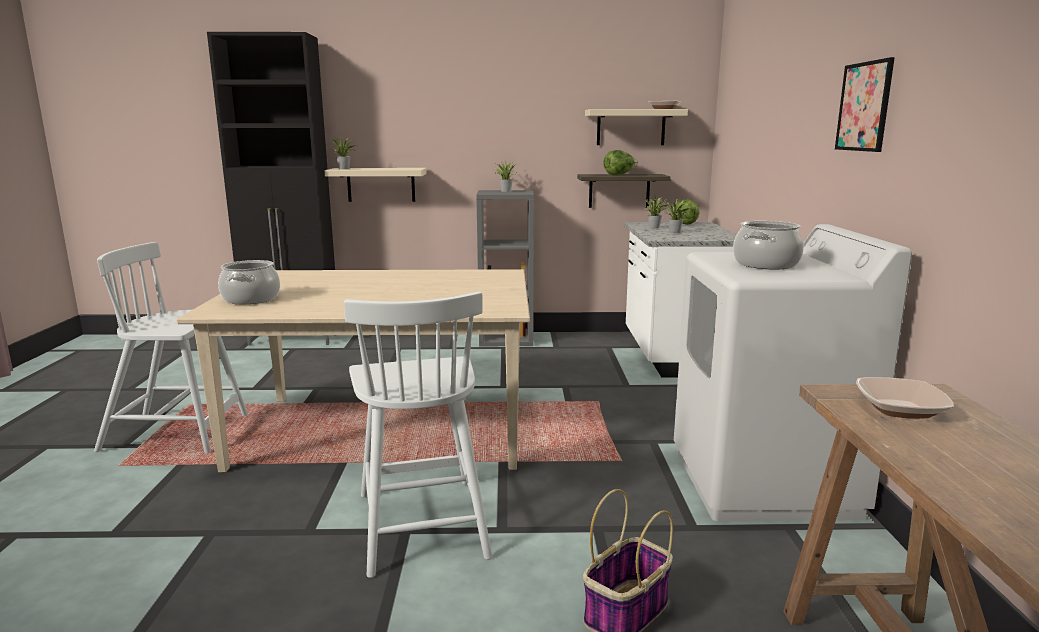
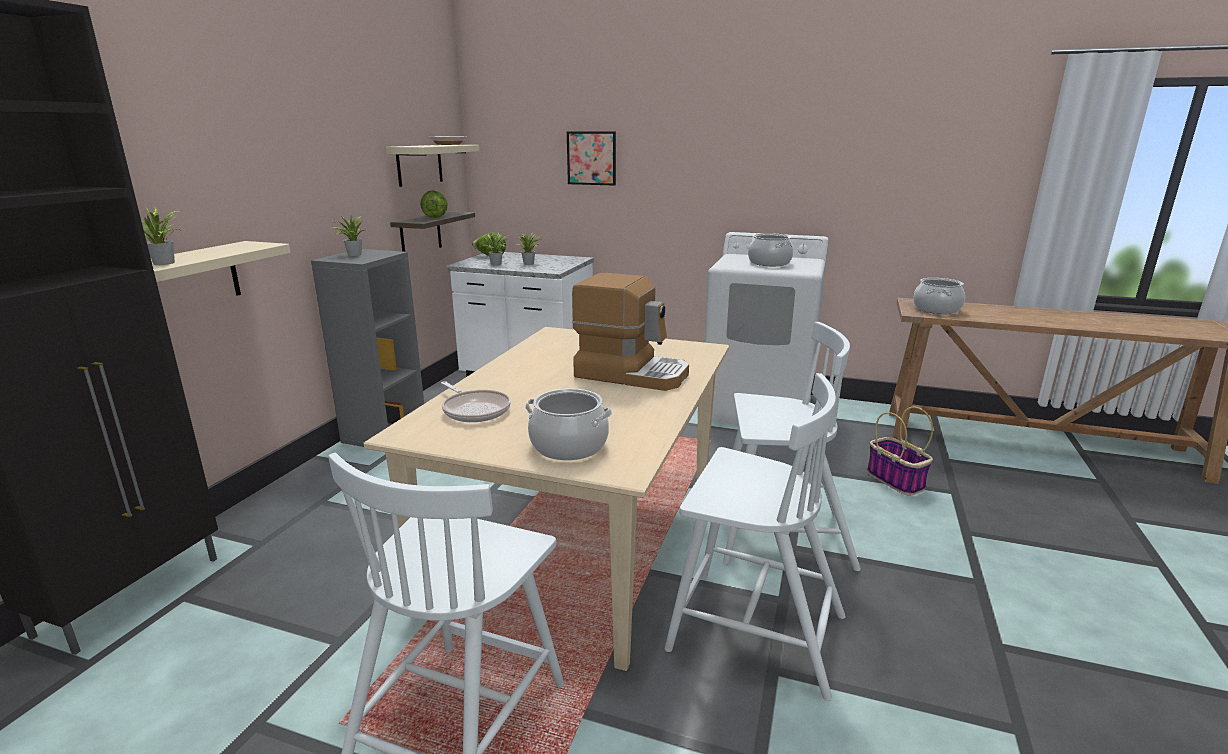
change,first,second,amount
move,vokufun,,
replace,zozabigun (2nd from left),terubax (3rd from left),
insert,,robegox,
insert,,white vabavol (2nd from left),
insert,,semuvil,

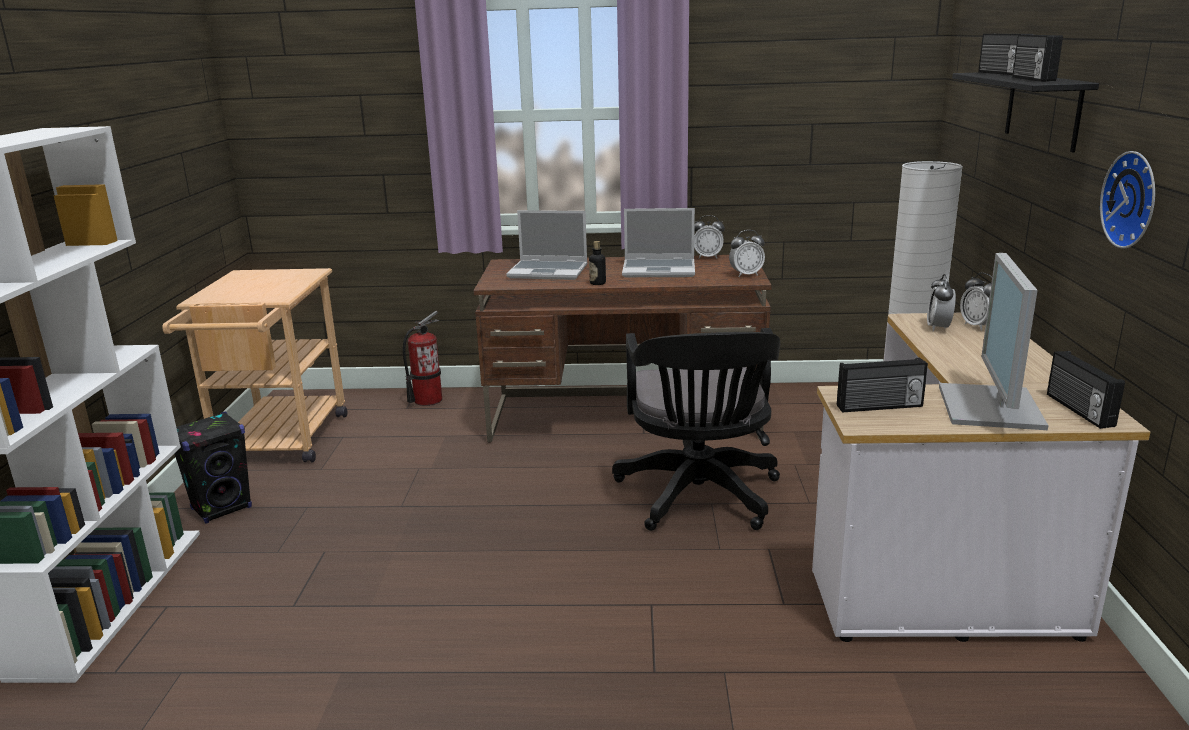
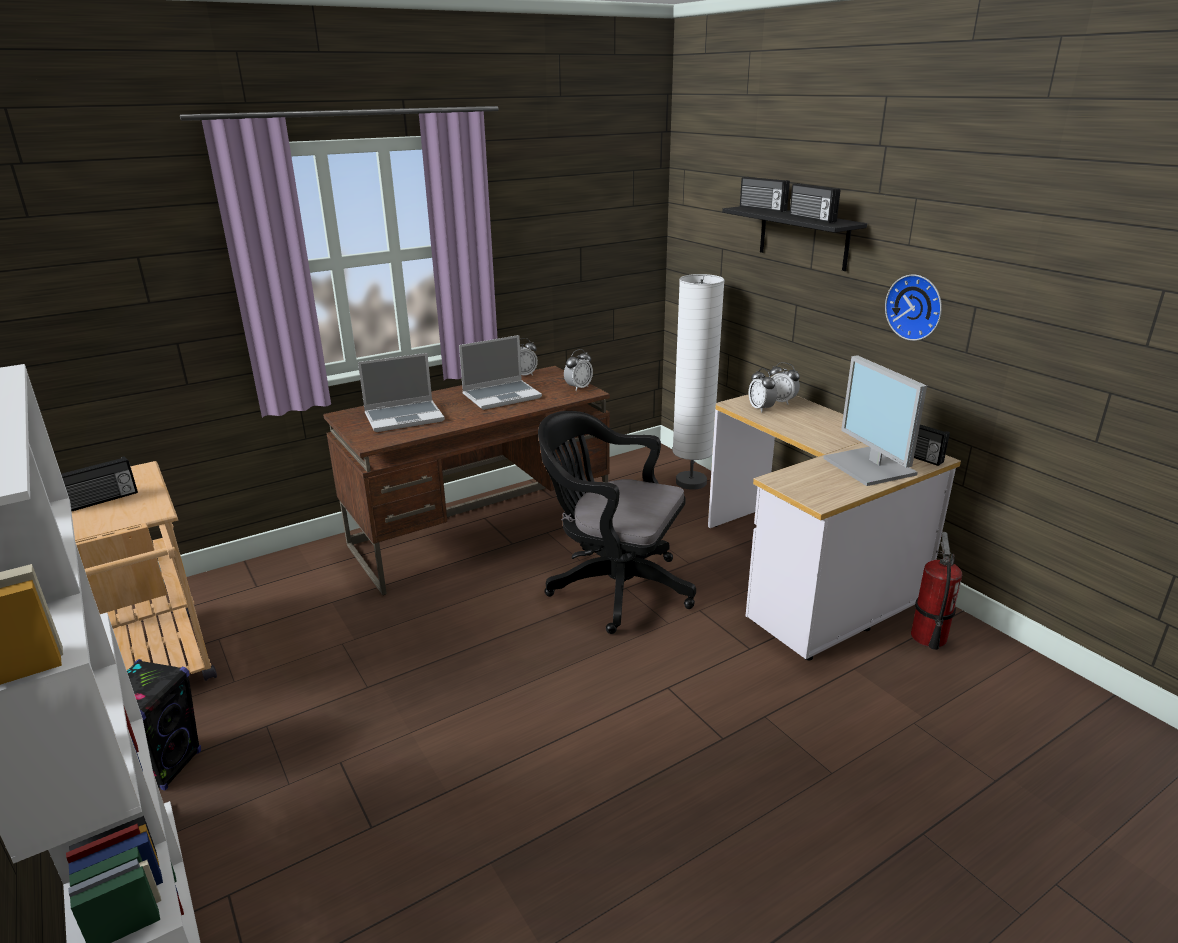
change,first,second,amount
delete,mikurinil,,
move,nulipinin,,
rotate,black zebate,,150 degrees clockwise
move,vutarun (1st from left),,

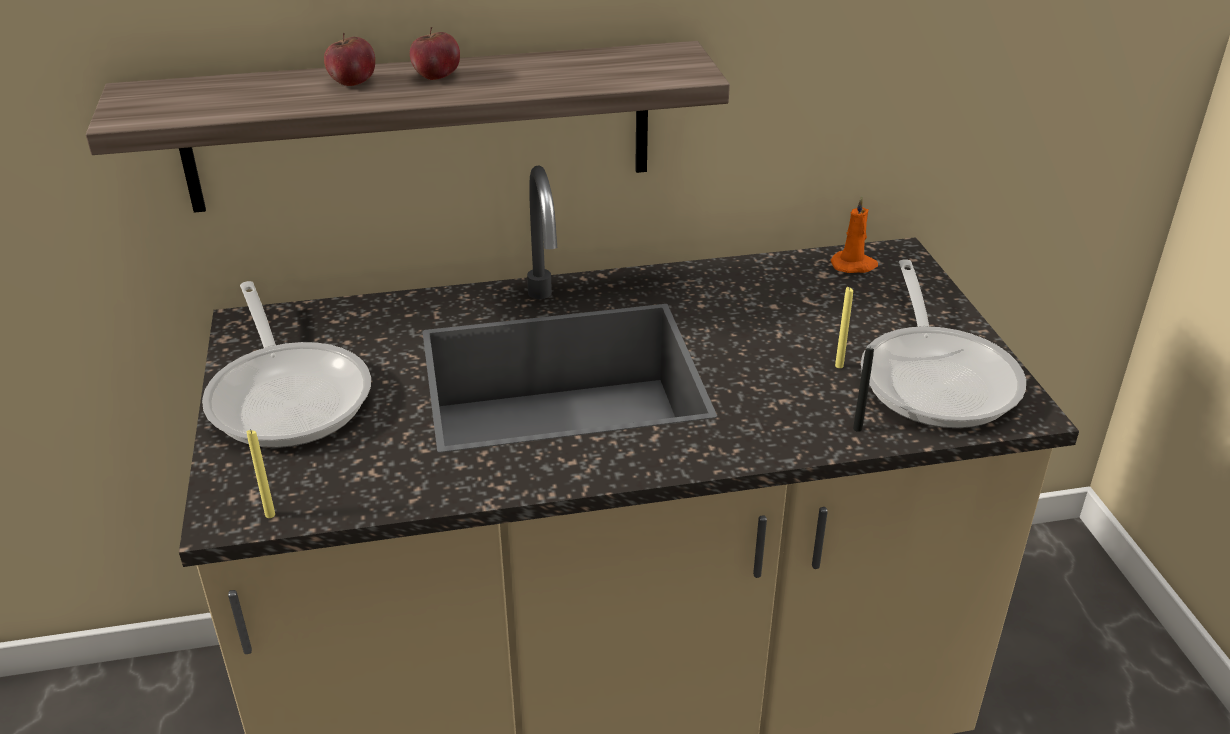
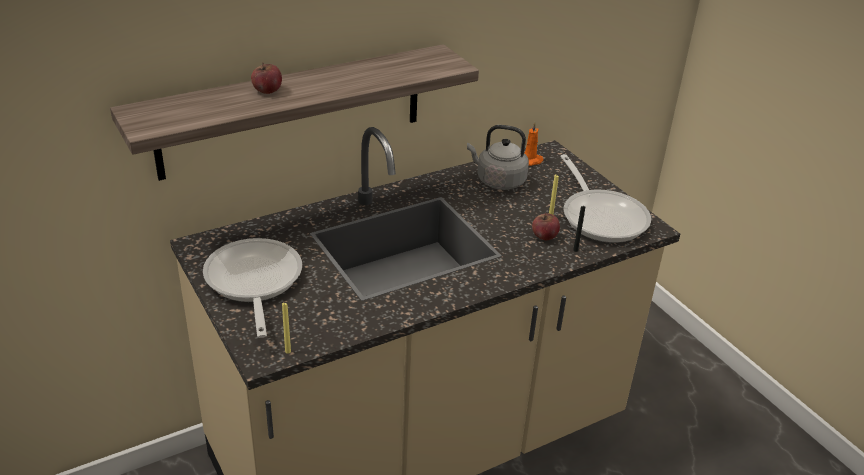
change,first,second,amount
move,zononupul (2nd from left),,
rotate,semuvil (1st from left),,150 degrees counterclockwise
insert,,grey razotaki,

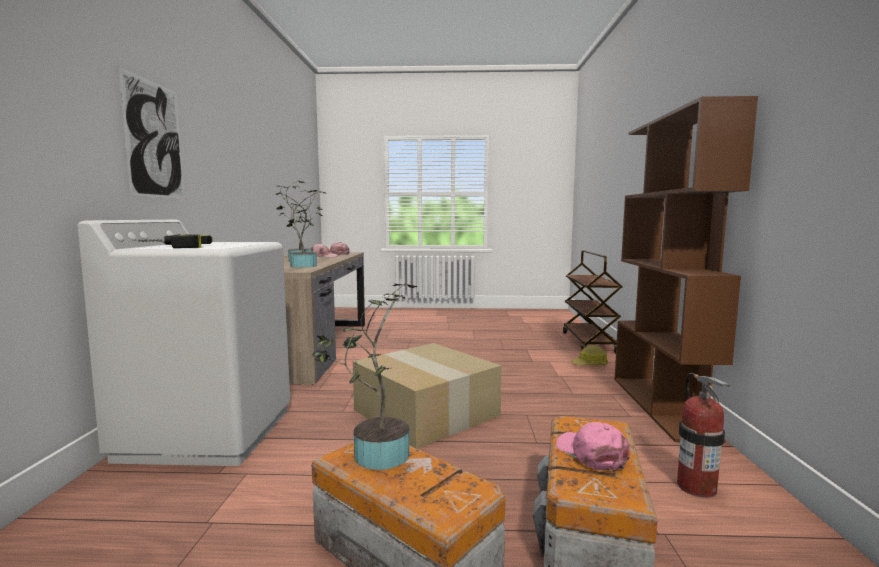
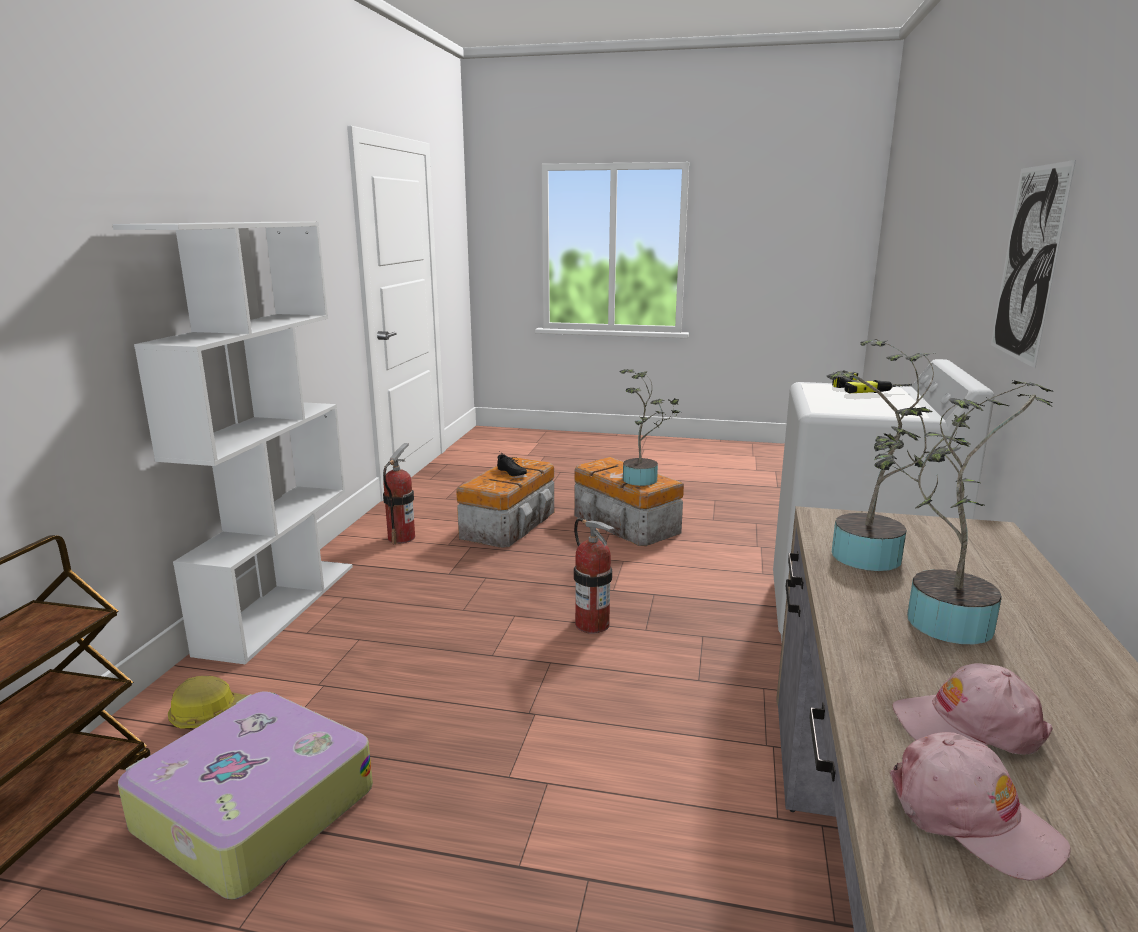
change,first,second,amount
recolor,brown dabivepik,white dabivepik,
replace,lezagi,nulipinin (2nd from left),
replace,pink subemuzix (3rd from left),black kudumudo,
insert,,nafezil,

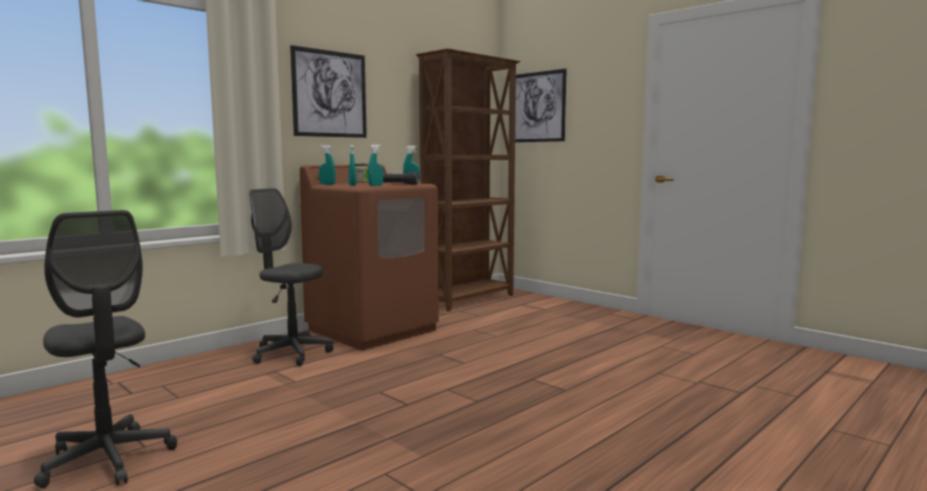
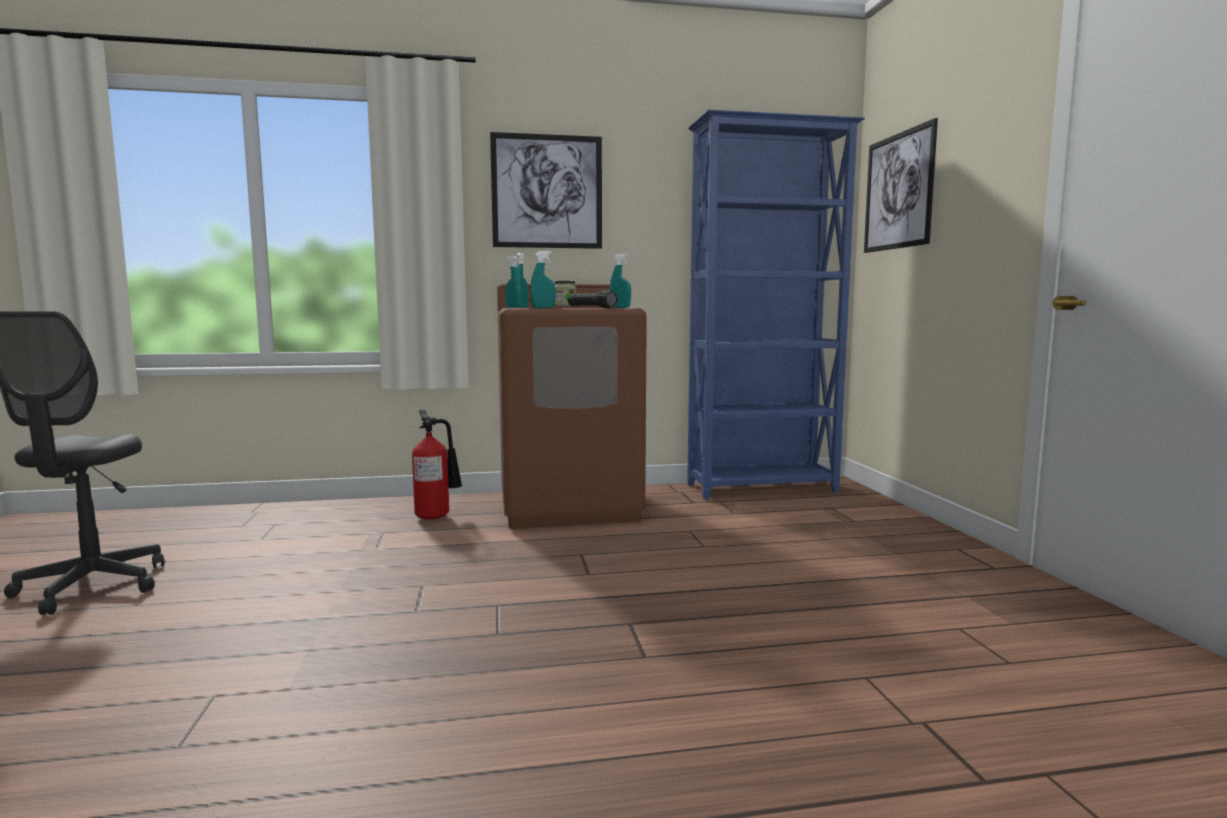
change,first,second,amount
recolor,brown dabivepik,blue dabivepik,
replace,grey zebate (2nd from left),nulipinin,

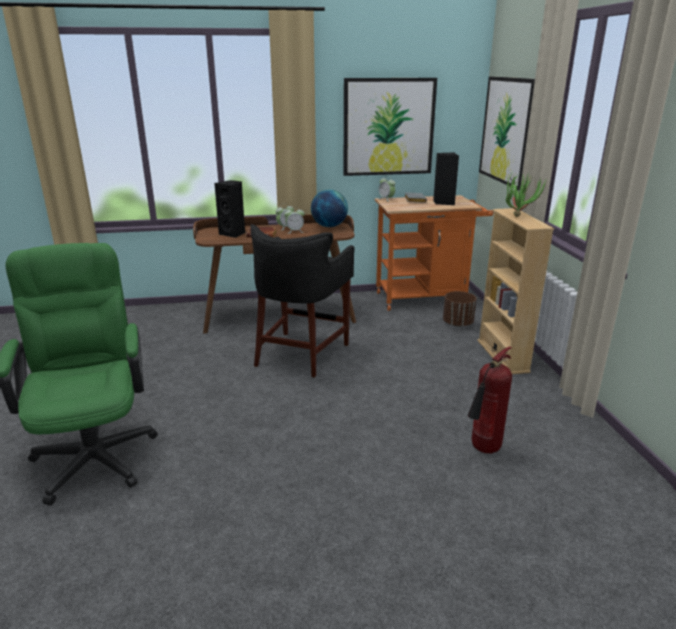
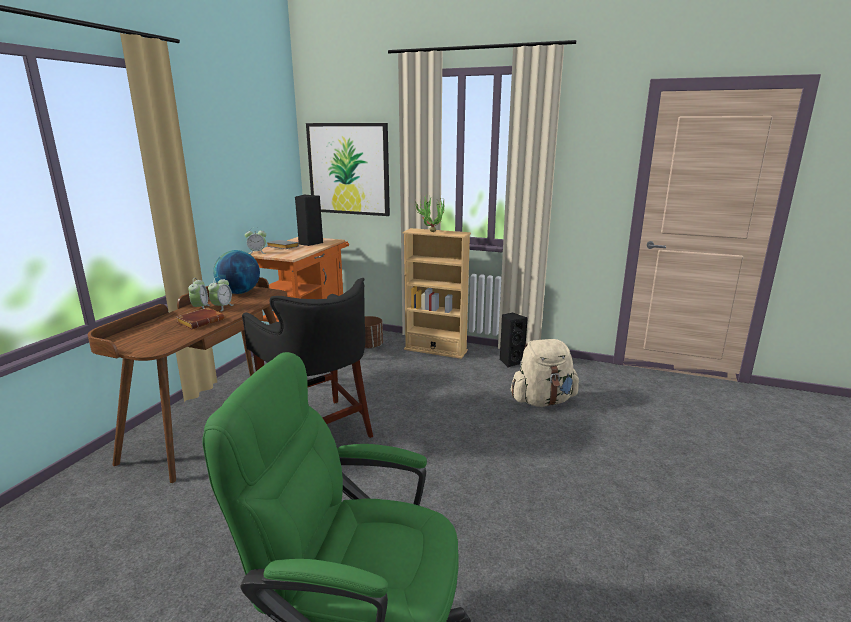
change,first,second,amount
delete,vokufun (1st from left),,
move,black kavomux (1st from left in the first image),black kavomux (2nd from left),
replace,nulipinin,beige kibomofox,

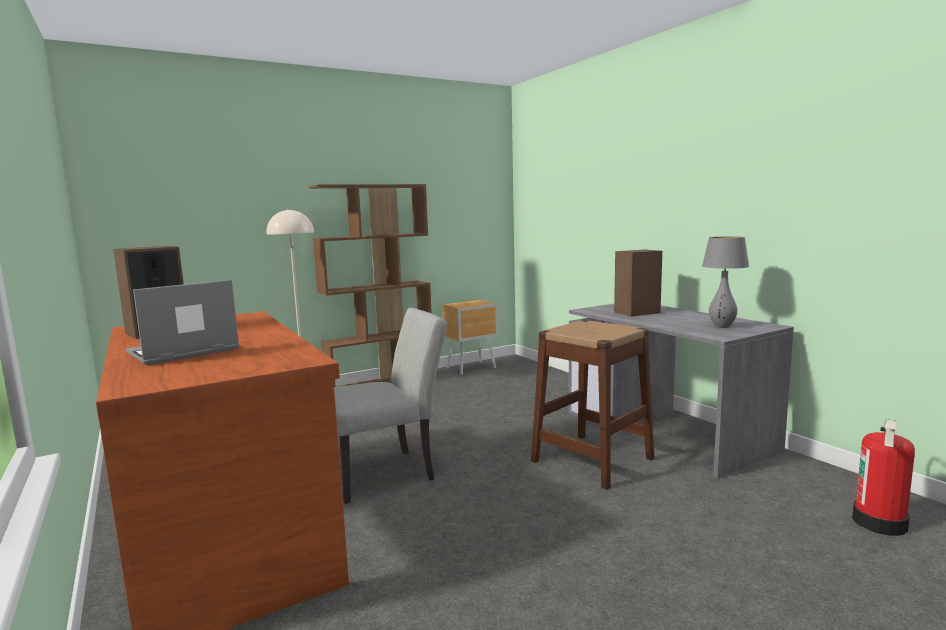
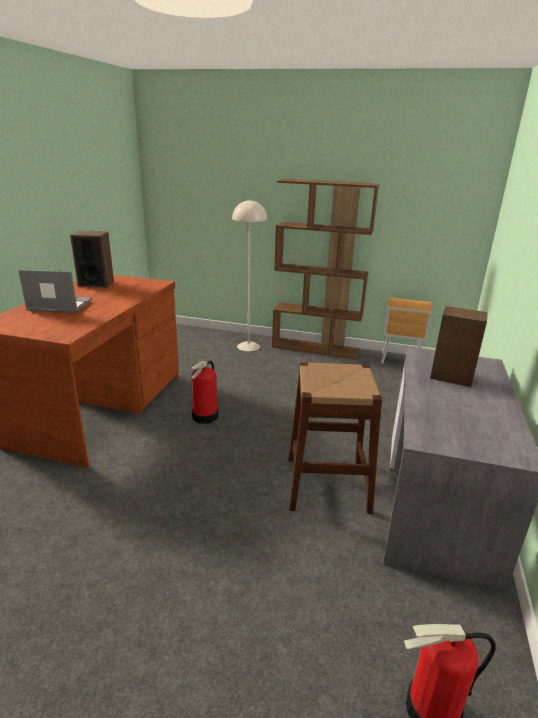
change,first,second,amount
delete,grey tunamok,,
replace,grey vabavol,nulipinin (1st from left),

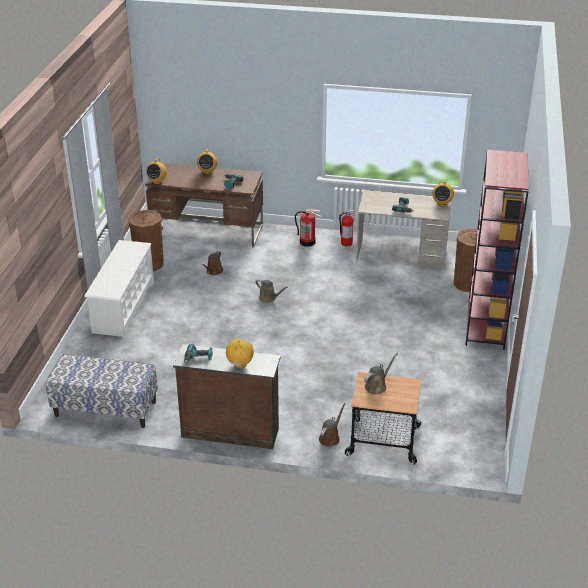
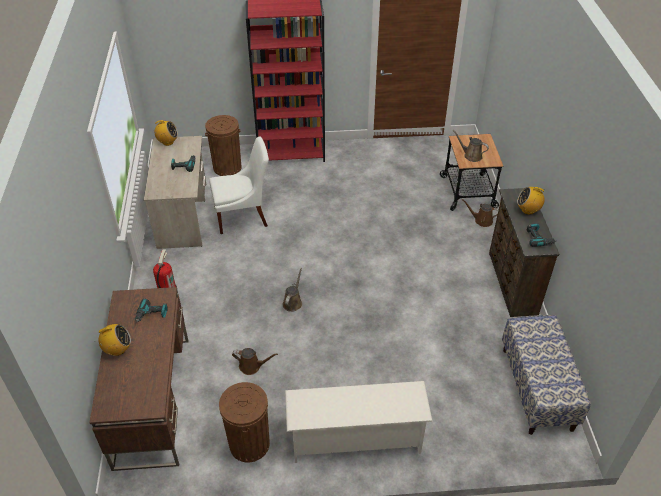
change,first,second,amount
delete,vutarun (1st from left),,
delete,nulipinin (2nd from left),,
insert,,white vabavol,

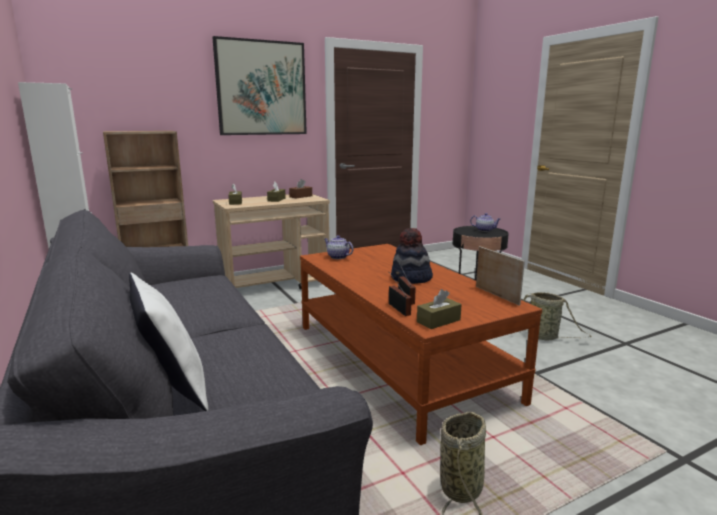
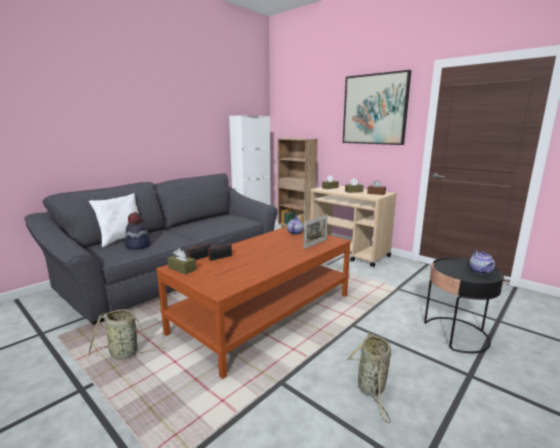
change,first,second,amount
move,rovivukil,,
move,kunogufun,,

